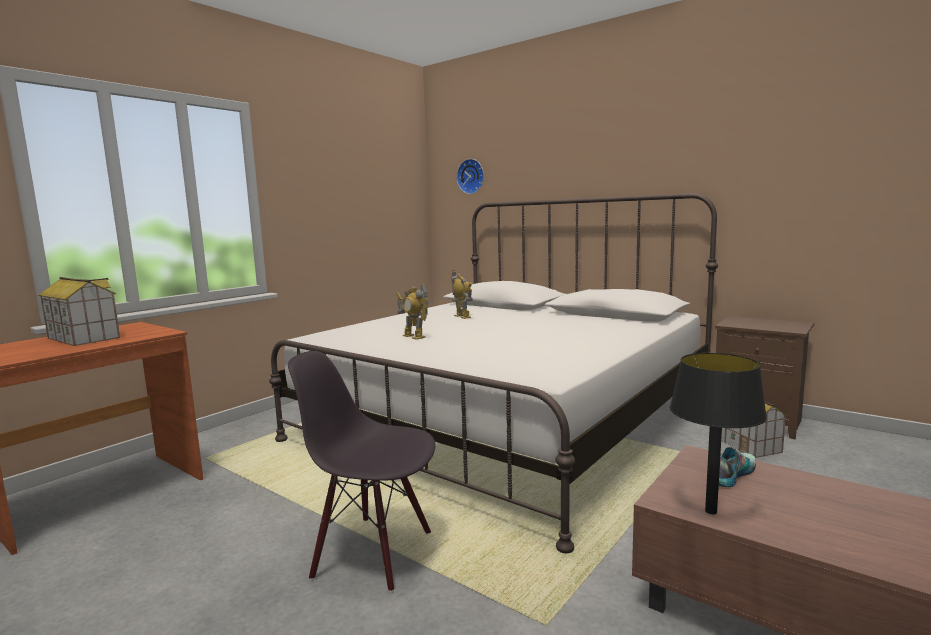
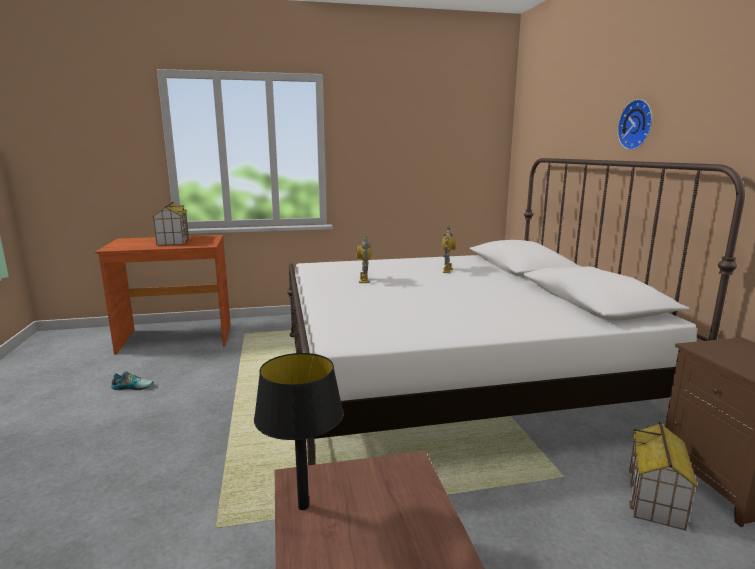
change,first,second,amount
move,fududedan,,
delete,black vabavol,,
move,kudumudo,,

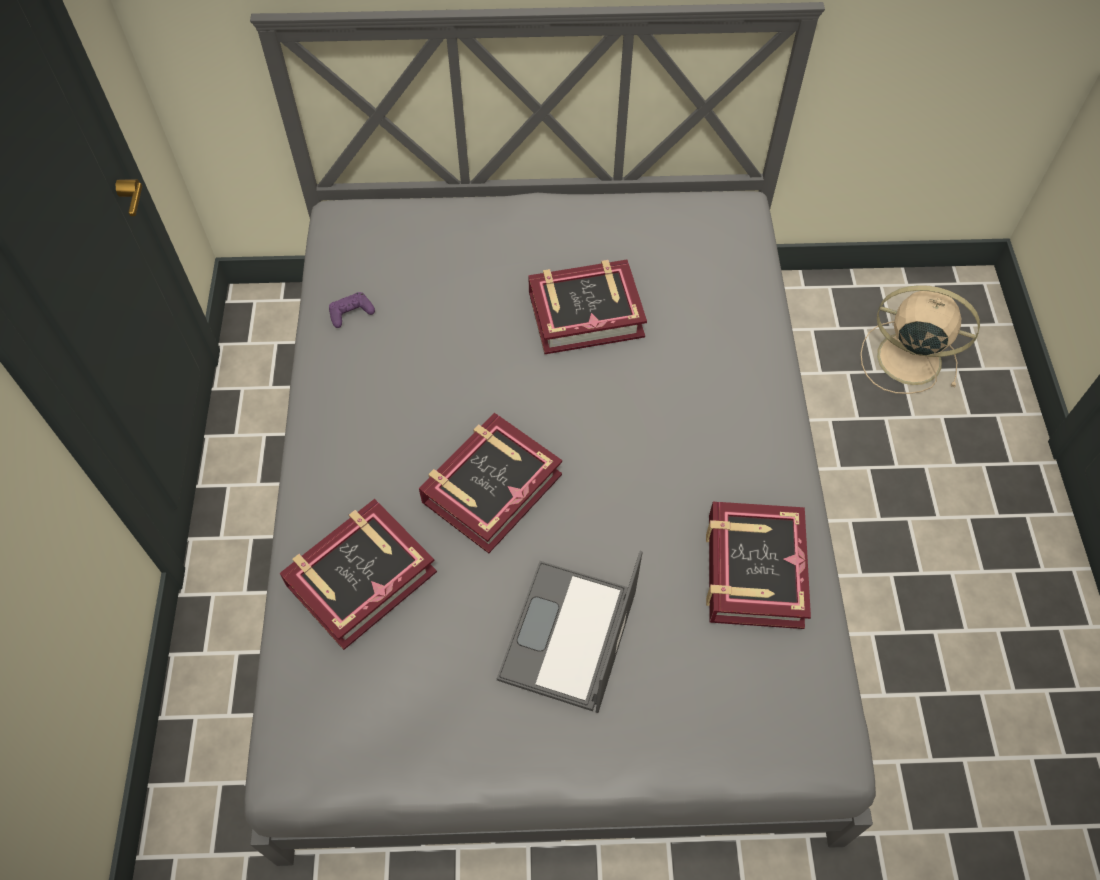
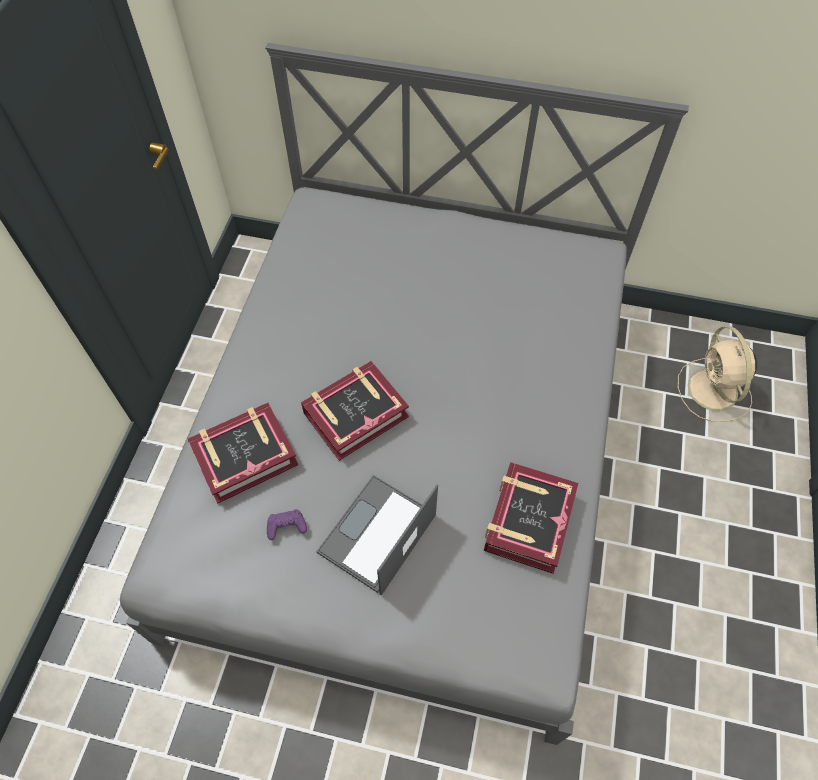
change,first,second,amount
delete,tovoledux (3rd from left),,
rotate,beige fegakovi,,135 degrees counterclockwise
move,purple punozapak,,

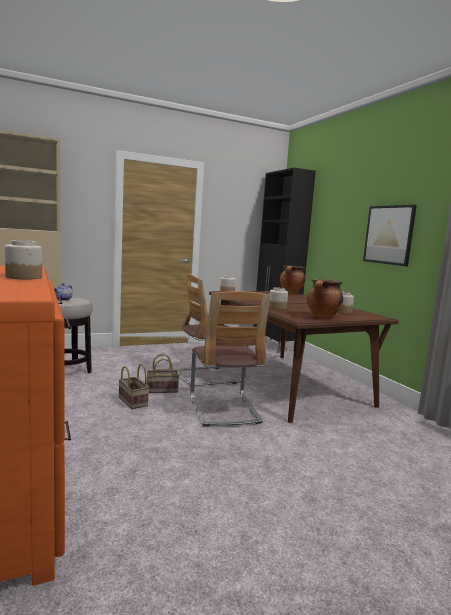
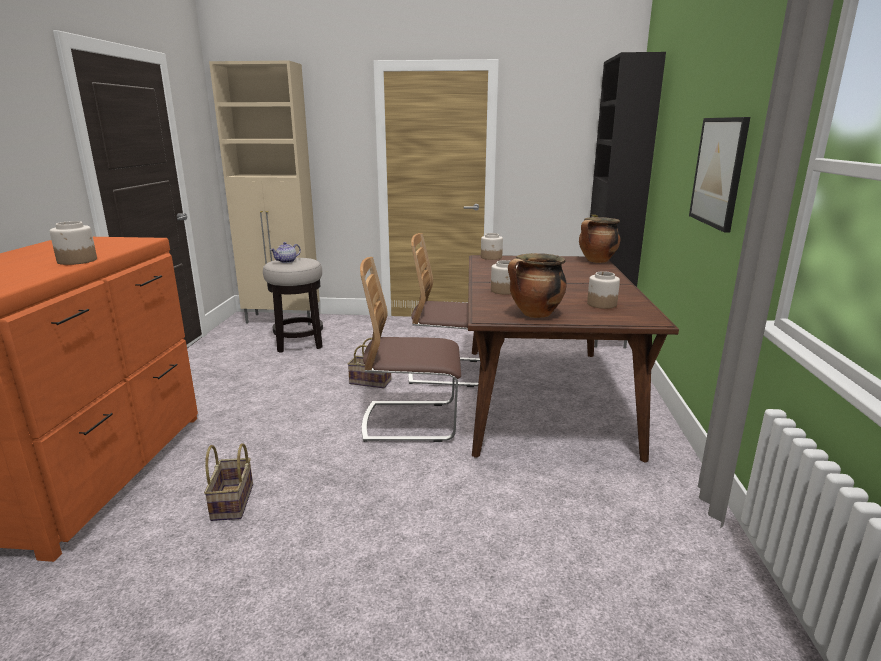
change,first,second,amount
rotate,vabavol (2nd from left in the first image),vabavol (1st from left),75 degrees clockwise
move,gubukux (1st from left),,

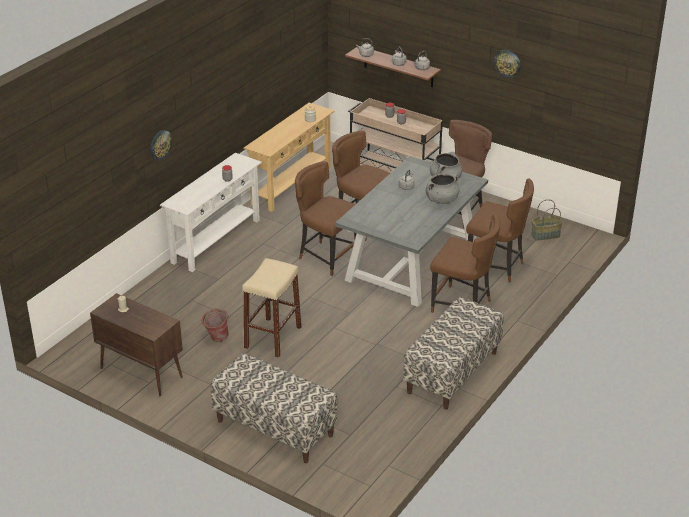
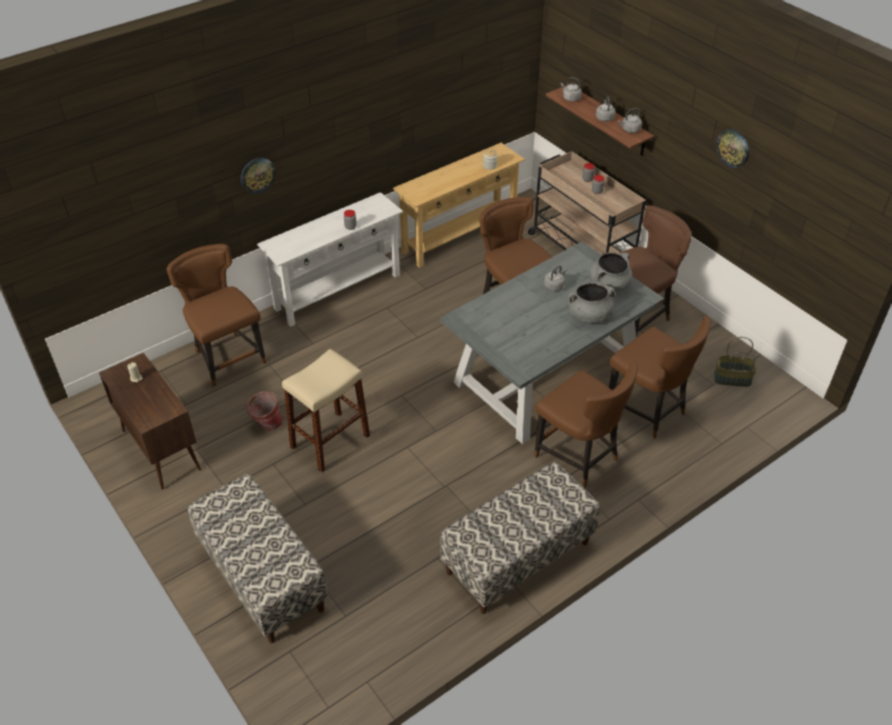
change,first,second,amount
move,brown vabavol (1st from left),,

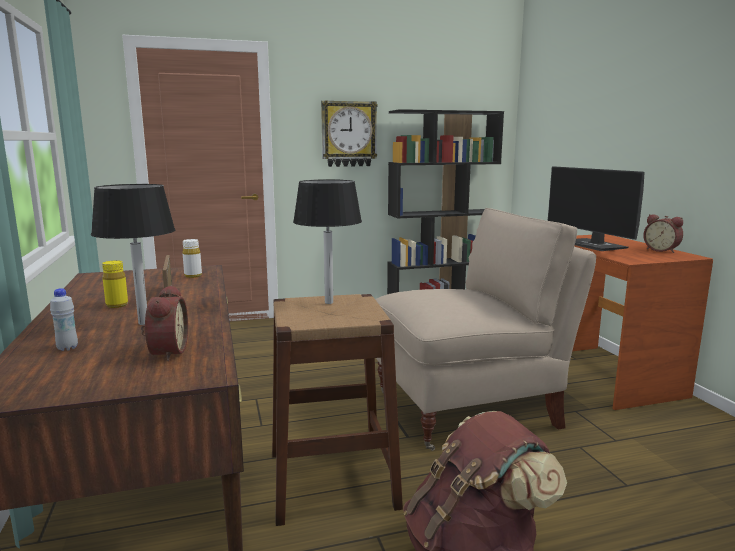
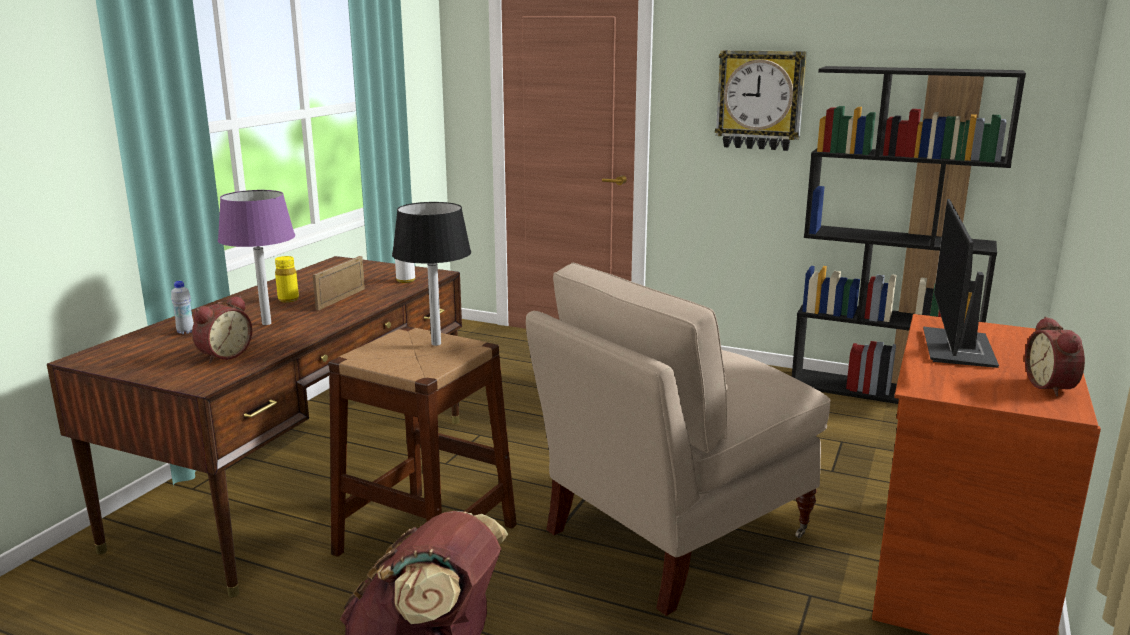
change,first,second,amount
recolor,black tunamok (1st from left),purple tunamok,
rotate,beige vabavol,,120 degrees clockwise

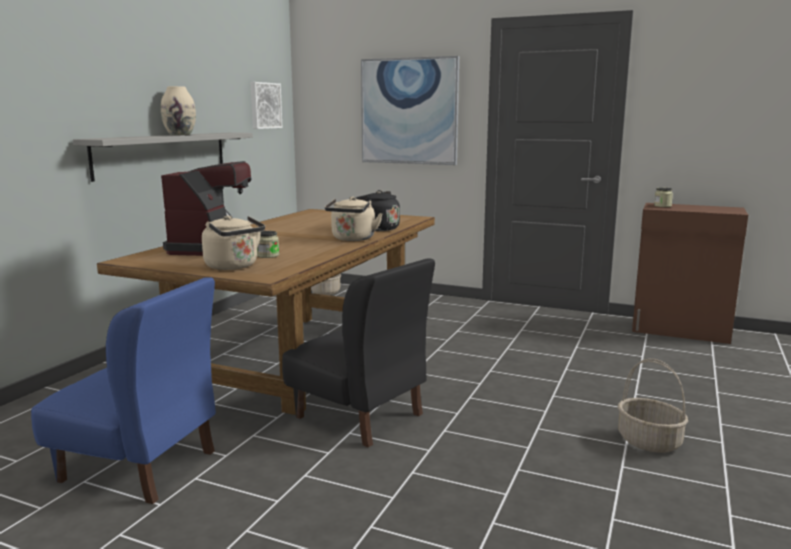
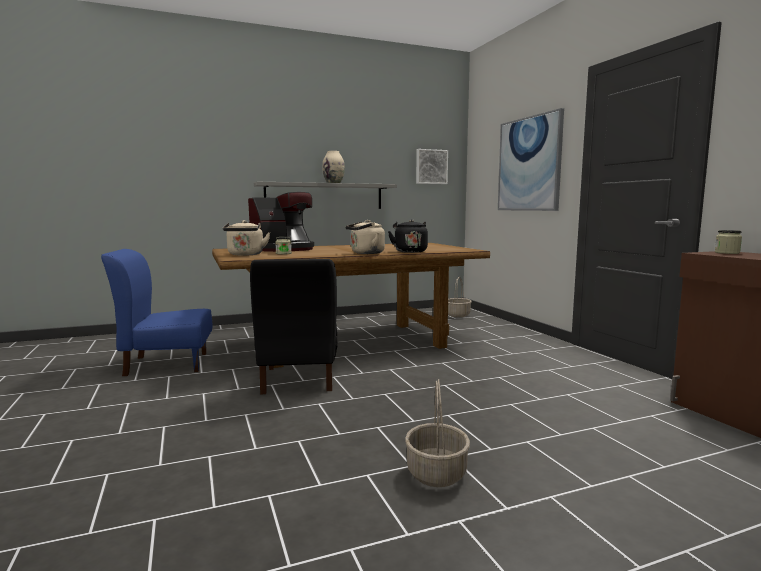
change,first,second,amount
rotate,blue vabavol,,105 degrees clockwise

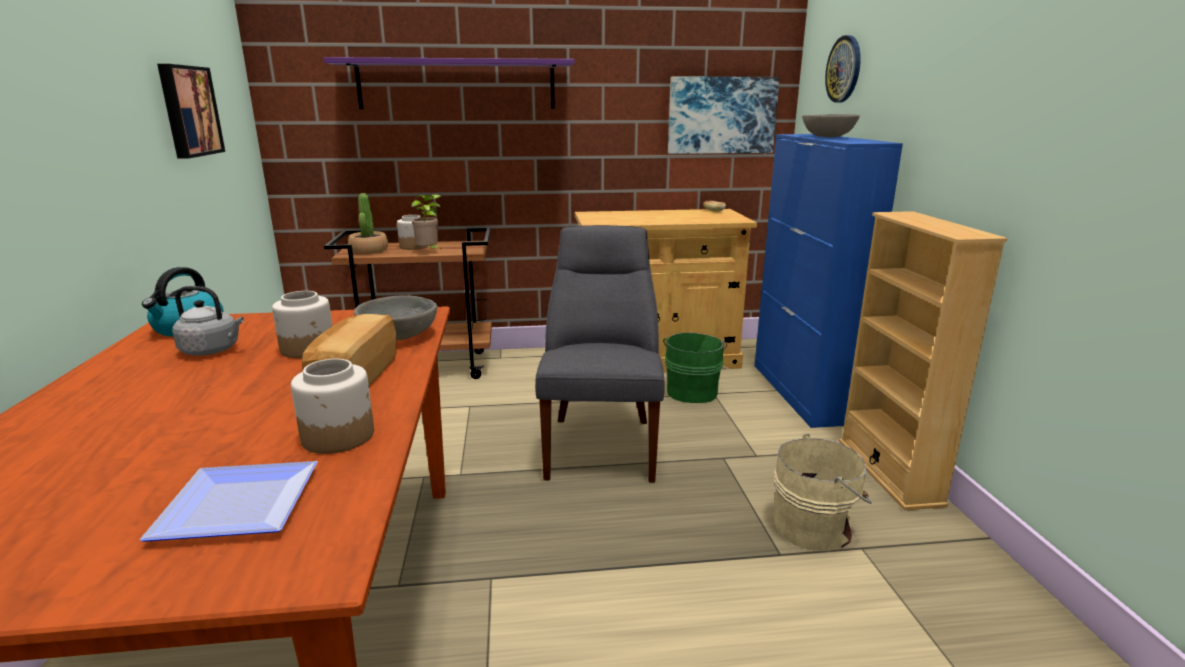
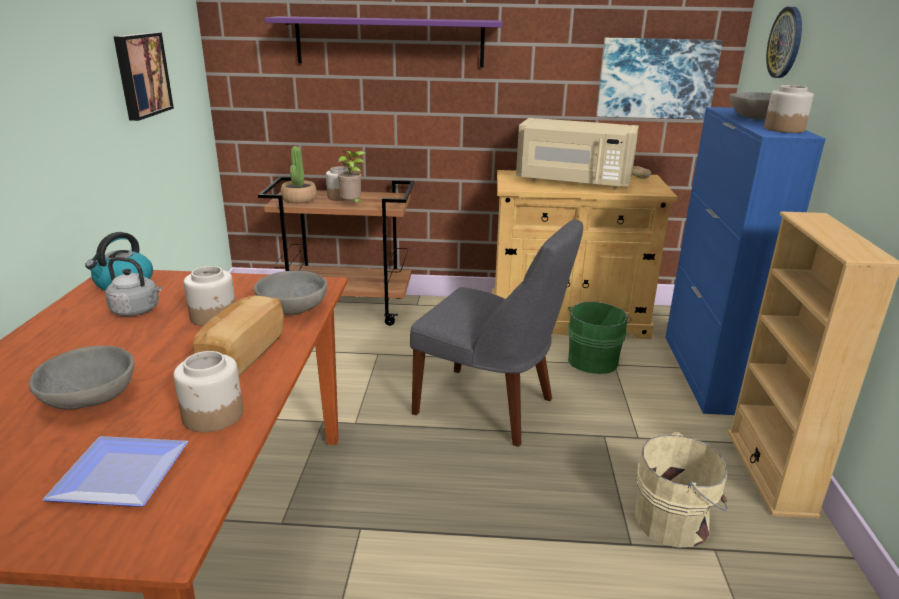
change,first,second,amount
rotate,grey vabavol,,105 degrees clockwise
insert,,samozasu (4th from left),
insert,,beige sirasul,
insert,,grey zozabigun (1st from left),

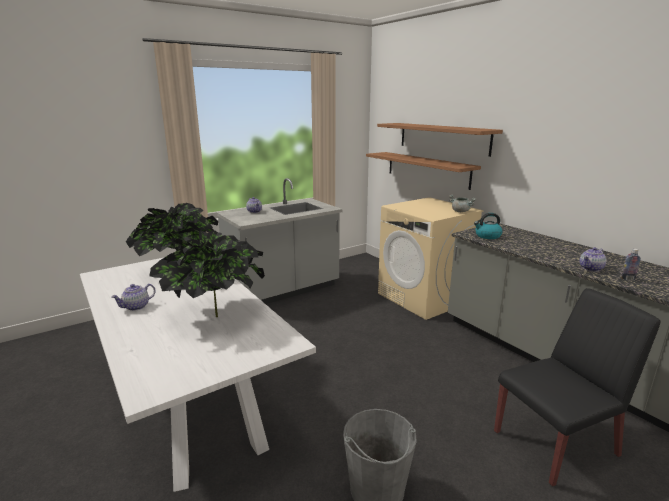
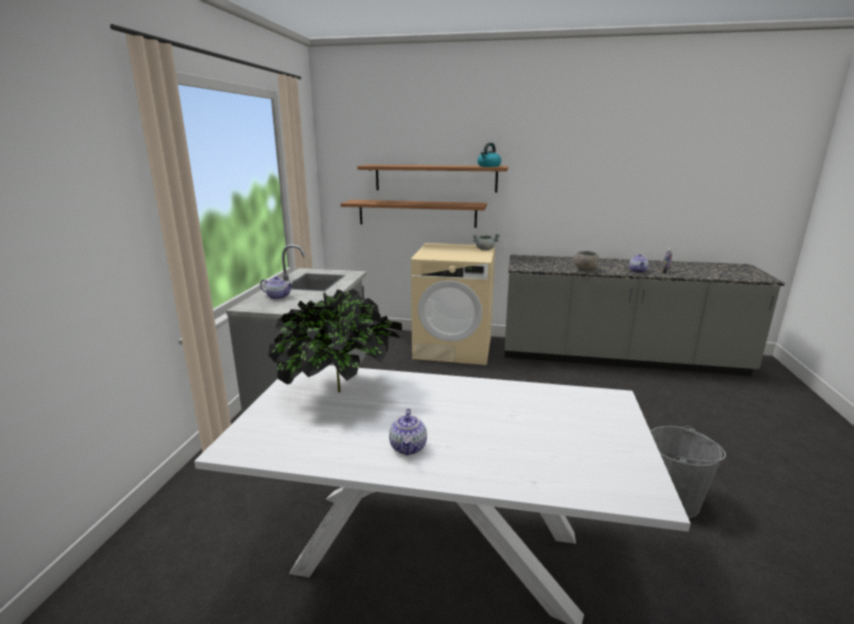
change,first,second,amount
move,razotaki,,
delete,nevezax (2nd from left),,
delete,black vabavol,,
insert,,grey zozabigun,

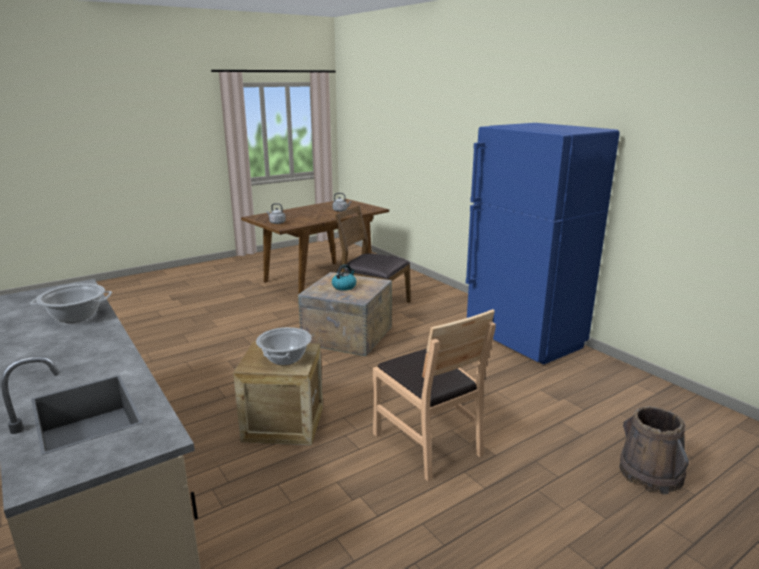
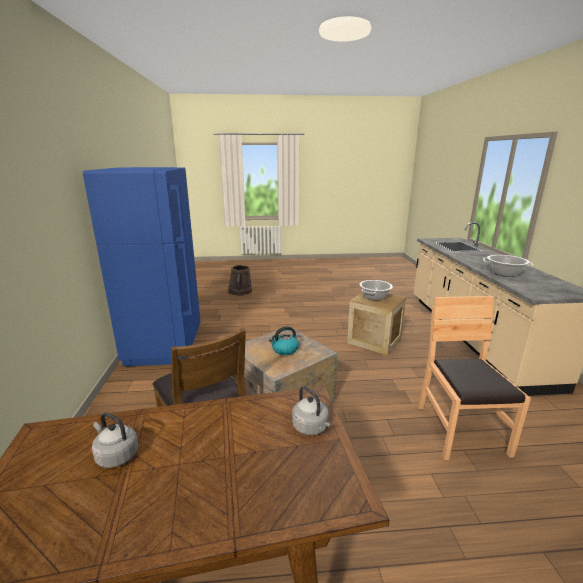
change,first,second,amount
move,brown vabavol (2nd from left),,

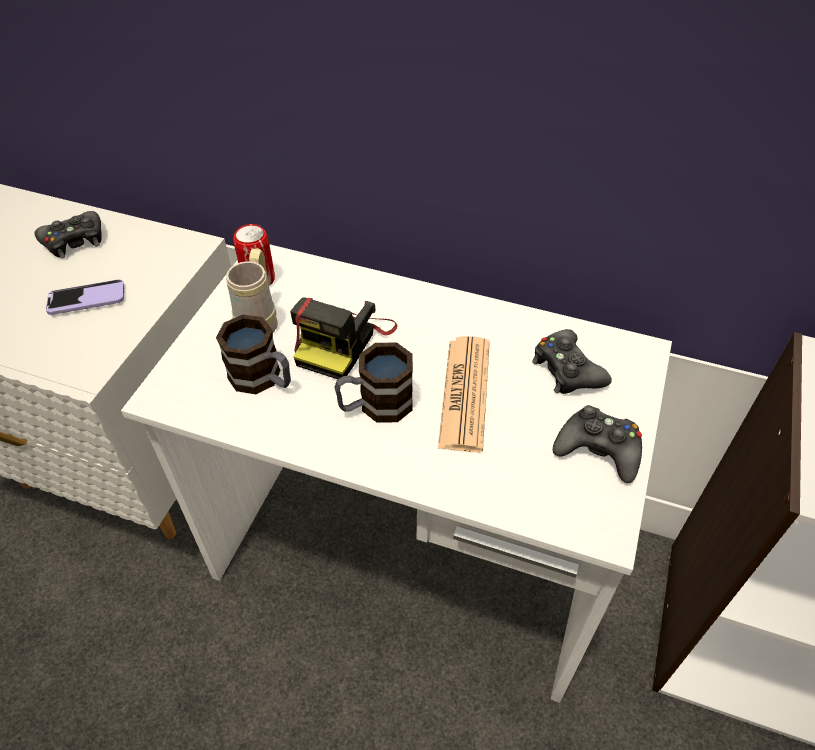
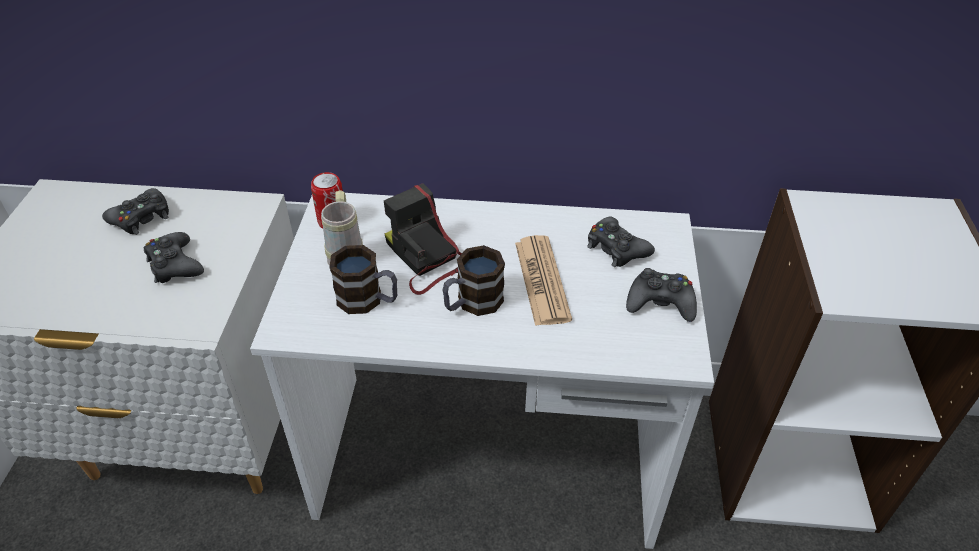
change,first,second,amount
replace,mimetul,black punozapak (2nd from left),
rotate,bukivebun,,135 degrees clockwise

